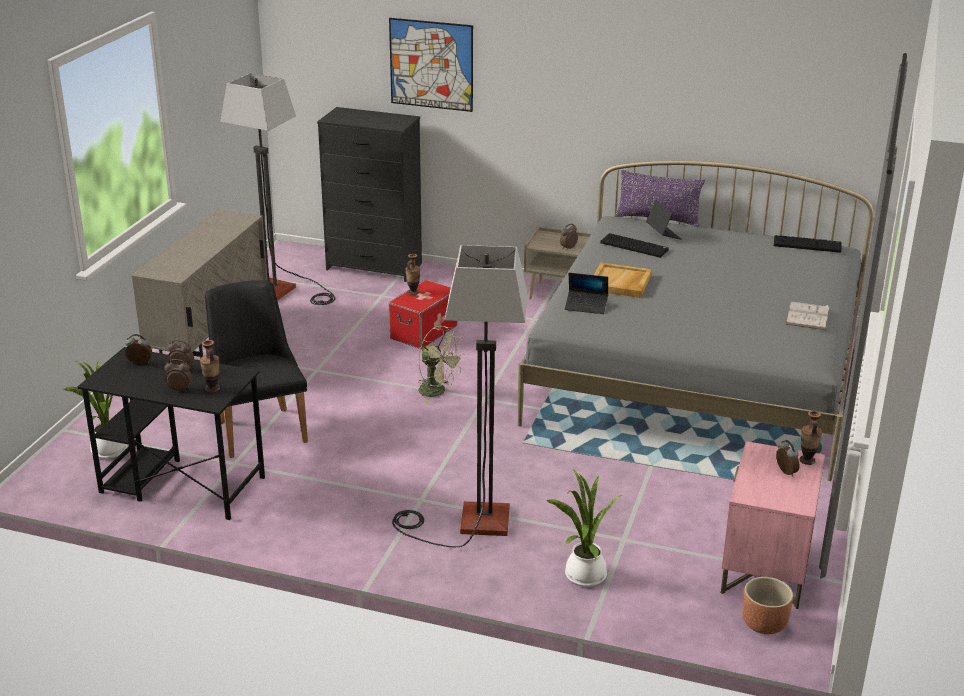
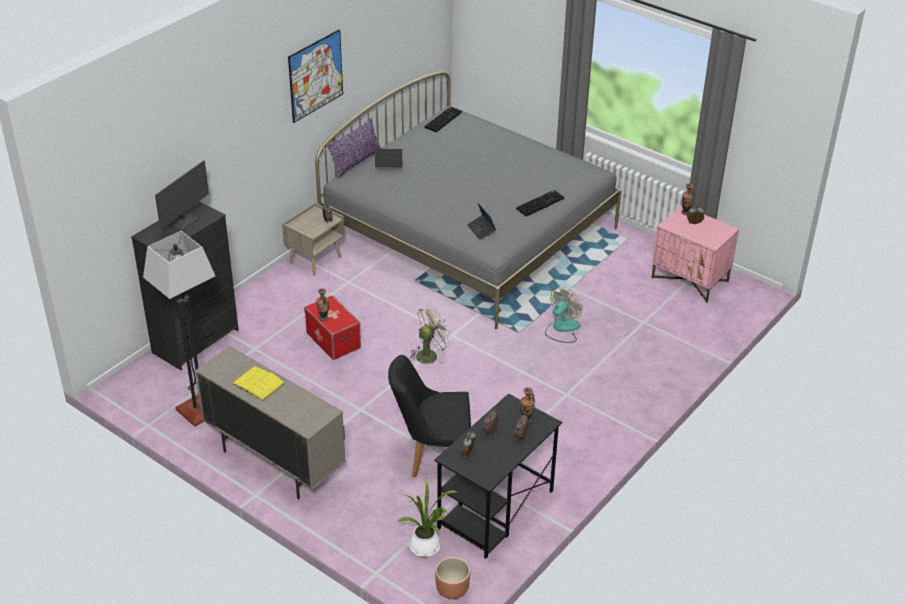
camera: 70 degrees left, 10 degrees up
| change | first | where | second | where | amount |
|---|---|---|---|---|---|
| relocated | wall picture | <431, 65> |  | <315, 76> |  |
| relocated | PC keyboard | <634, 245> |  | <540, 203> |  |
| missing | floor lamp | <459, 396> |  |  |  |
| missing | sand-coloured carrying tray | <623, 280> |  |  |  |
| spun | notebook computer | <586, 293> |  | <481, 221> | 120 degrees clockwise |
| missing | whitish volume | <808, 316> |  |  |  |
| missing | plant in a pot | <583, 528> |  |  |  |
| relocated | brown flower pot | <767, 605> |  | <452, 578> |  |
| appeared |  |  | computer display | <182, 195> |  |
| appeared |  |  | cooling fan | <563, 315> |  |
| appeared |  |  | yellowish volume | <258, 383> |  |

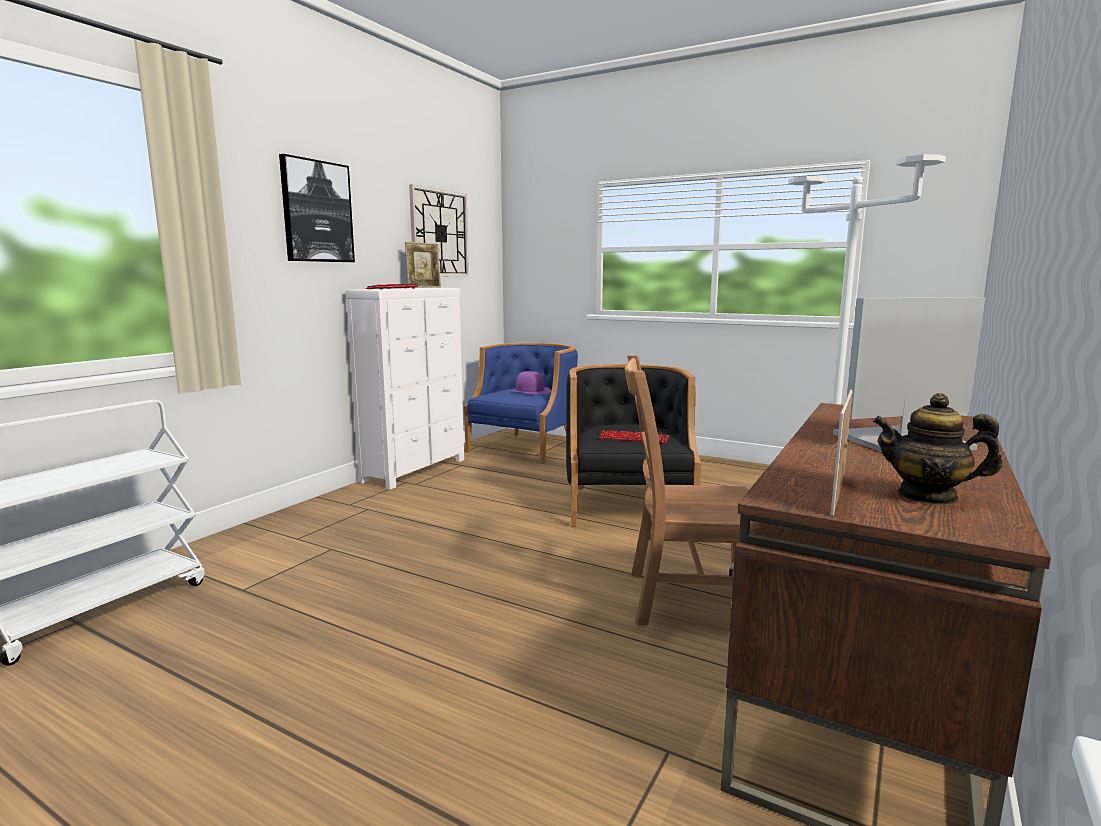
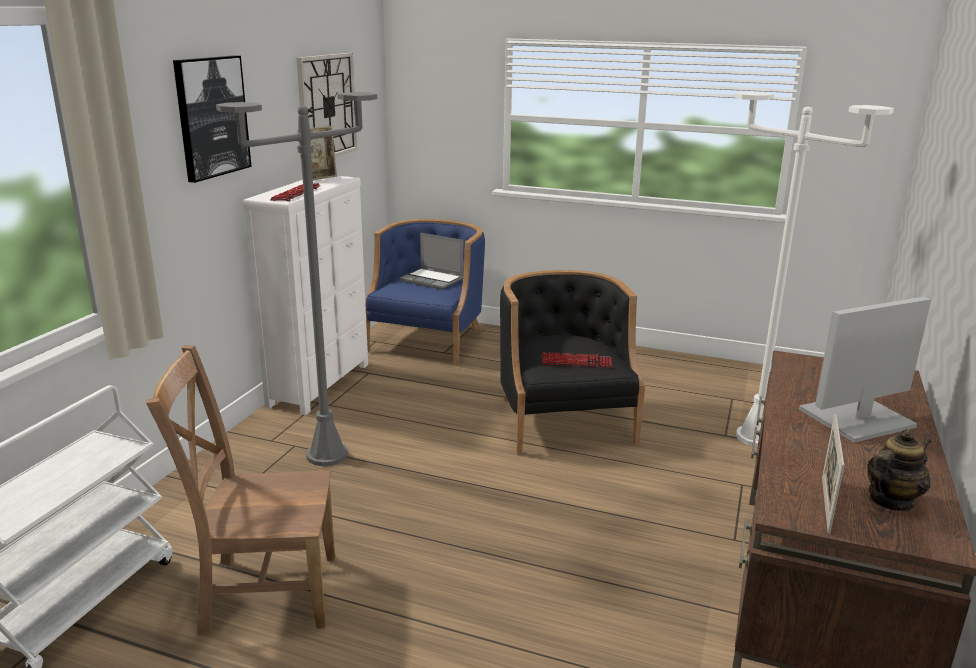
camera: 10 degrees left, 10 degrees up
| change | first | where | second | where | amount |
|---|---|---|---|---|---|
| relocated | brown chair | <688, 490> |  | <240, 490> |  |
| exchanged | purple wearable hat | <530, 382> | notebook computer | <431, 261> |  |
| spun | tea pot | <937, 449> |  | <899, 470> | 135 degrees clockwise |
| appeared |  |  | gray floor lamp | <296, 279> |  |

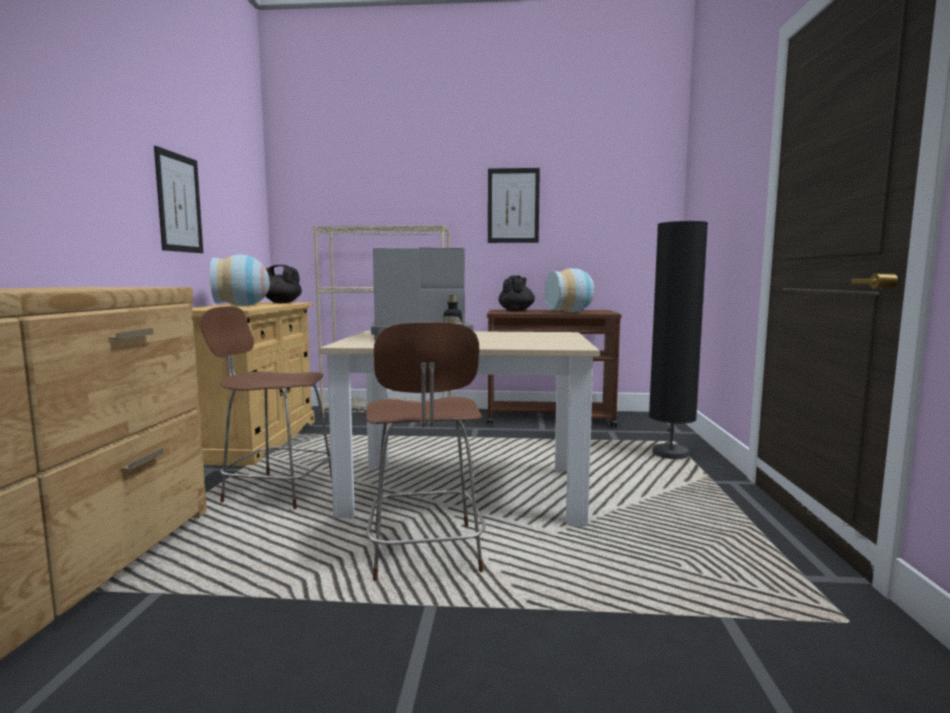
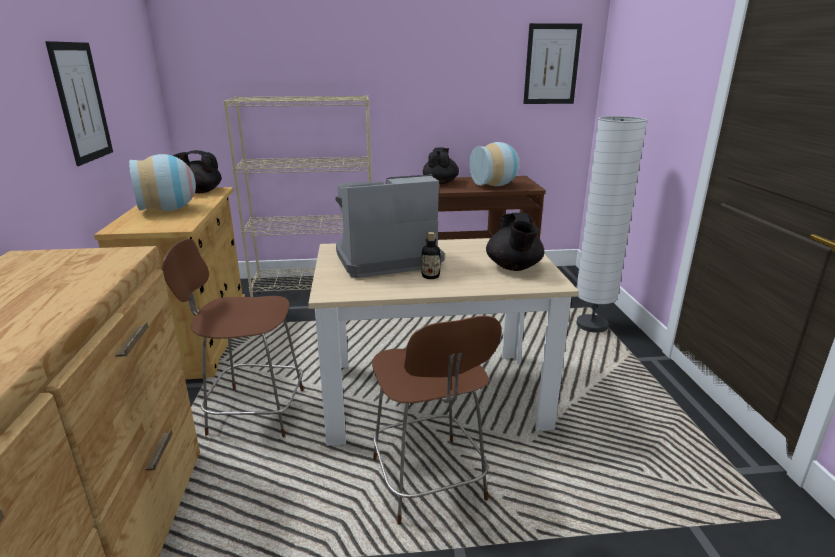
camera: 10 degrees left, 15 degrees up
| change | first | where | second | where | amount |
|---|---|---|---|---|---|
| relocated | wall picture | <514, 205> |  | <552, 63> |  |
| colour | black-coloured floor lamp | <678, 340> | whitish floor lamp | <611, 224> |  |
| appeared |  |  | black-coloured tea pot | <515, 242> |  |

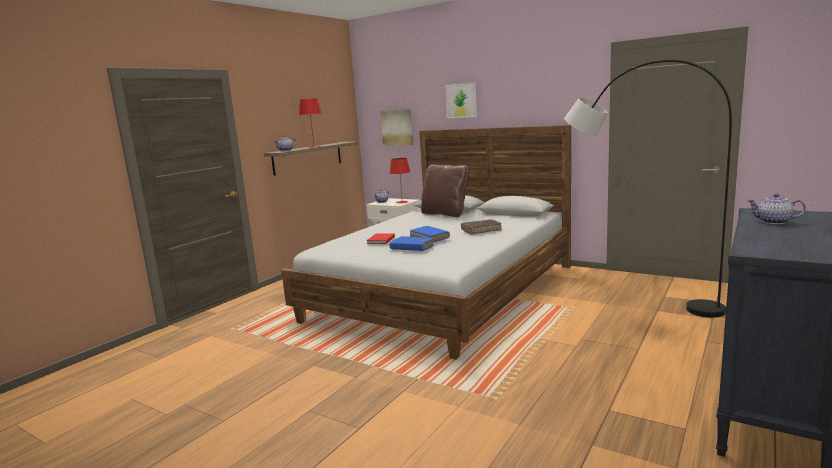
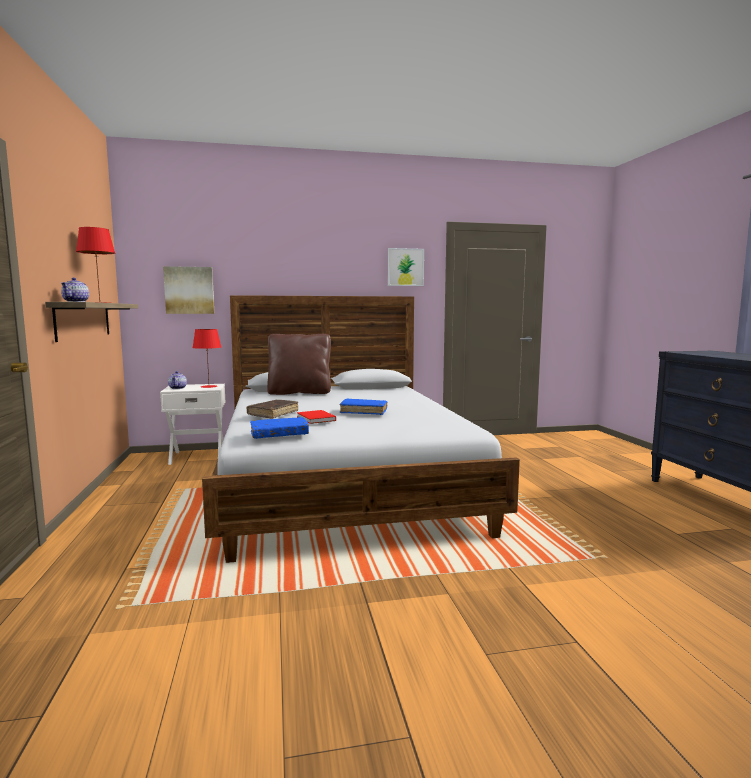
camera: 45 degrees left, 5 degrees down
| change | first | where | second | where | amount |
|---|---|---|---|---|---|
| missing | gray floor lamp | <648, 188> |  |  |  |
| relocated | wall picture | <461, 100> |  | <406, 267> |  |
| missing | tea pot | <776, 208> |  |  |  |
| relocated | brown volume | <481, 227> |  | <272, 409> |  |
| relocated | blue-coloured volume | <411, 243> |  | <279, 428> |  |

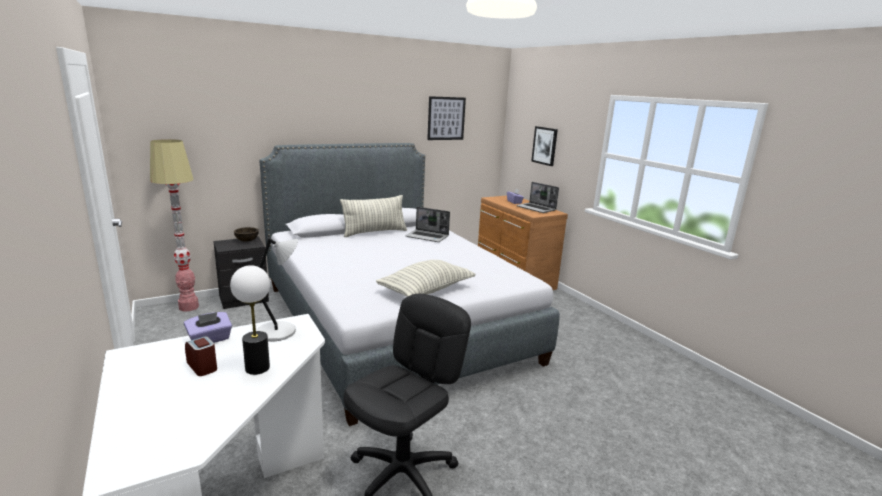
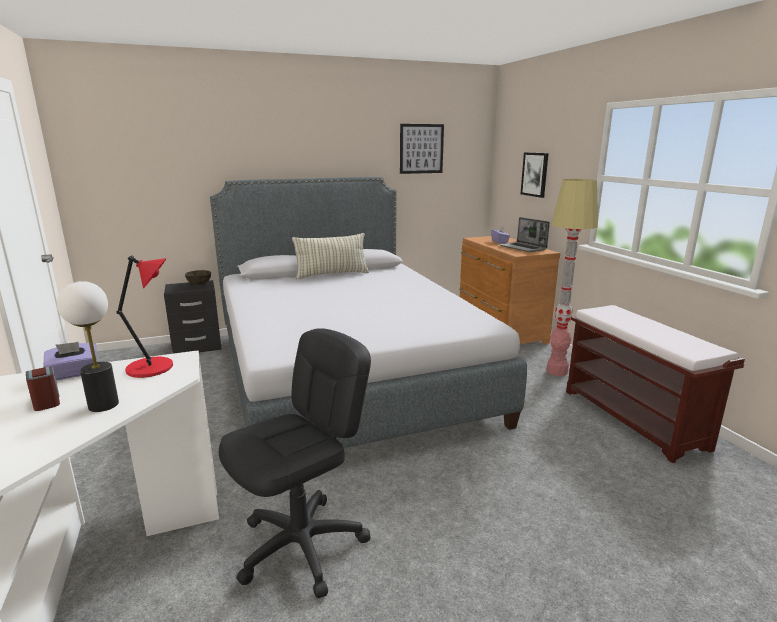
camera: 10 degrees right, 0 degrees up
| change | first | where | second | where | amount |
|---|---|---|---|---|---|
| relocated | floor lamp | <174, 225> |  | <572, 277> |  |
| missing | notebook computer | <427, 224> |  |  |  |
| colour | gray table lamp | <277, 289> | reddish table lamp | <144, 316> |  |
| missing | throw pillow | <425, 278> |  |  |  |
| appeared |  |  | brown long seat | <655, 384> |  |

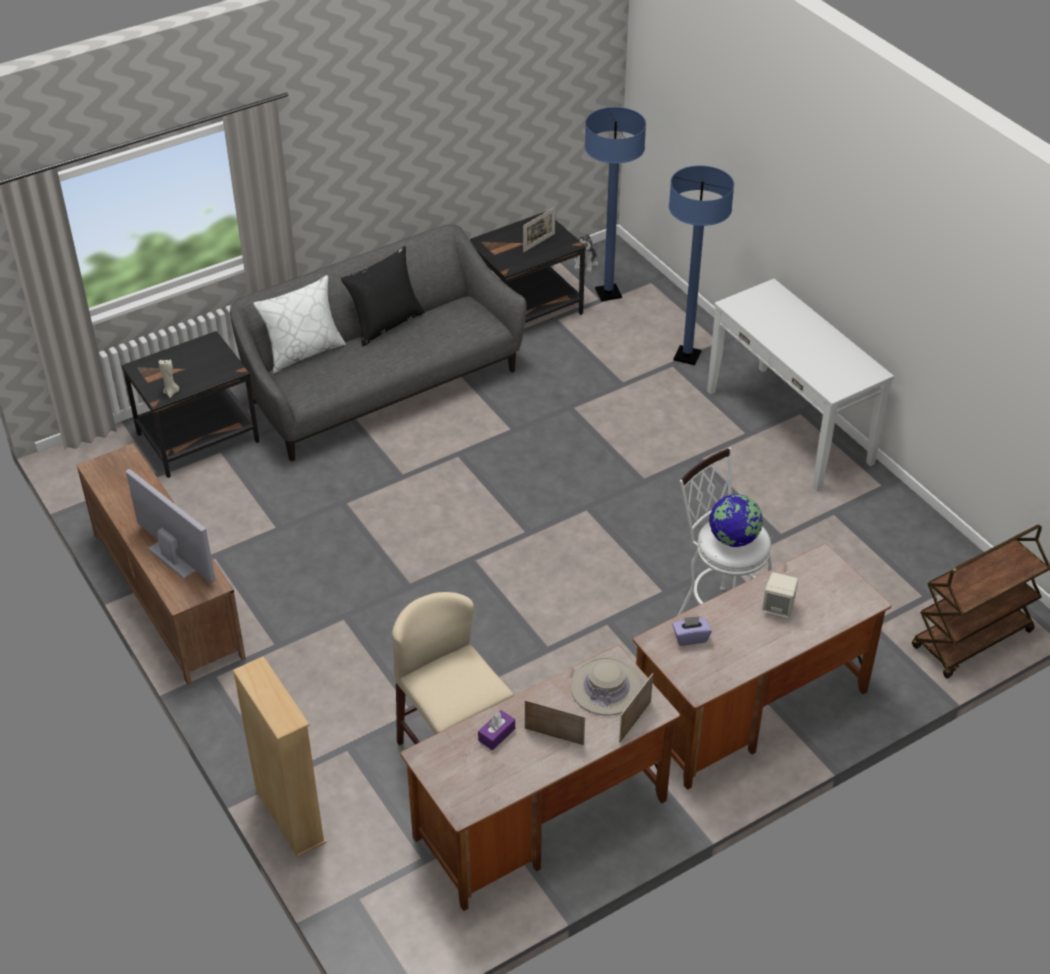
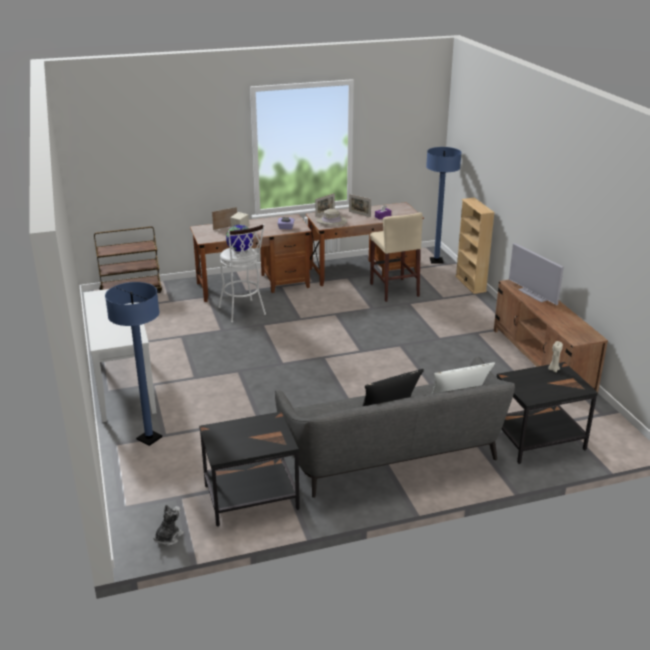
camera: 165 degrees left, 15 degrees down
| change | first | where | second | where | amount |
|---|---|---|---|---|---|
| relocated | blue-coloured floor lamp | <615, 204> |  | <444, 205> |  |
| relocated | photo frame | <539, 229> |  | <224, 218> |  |

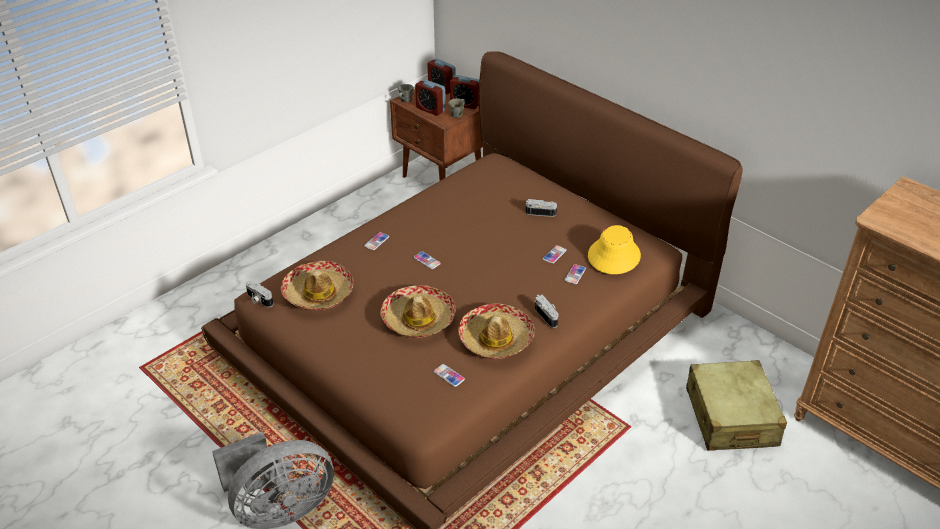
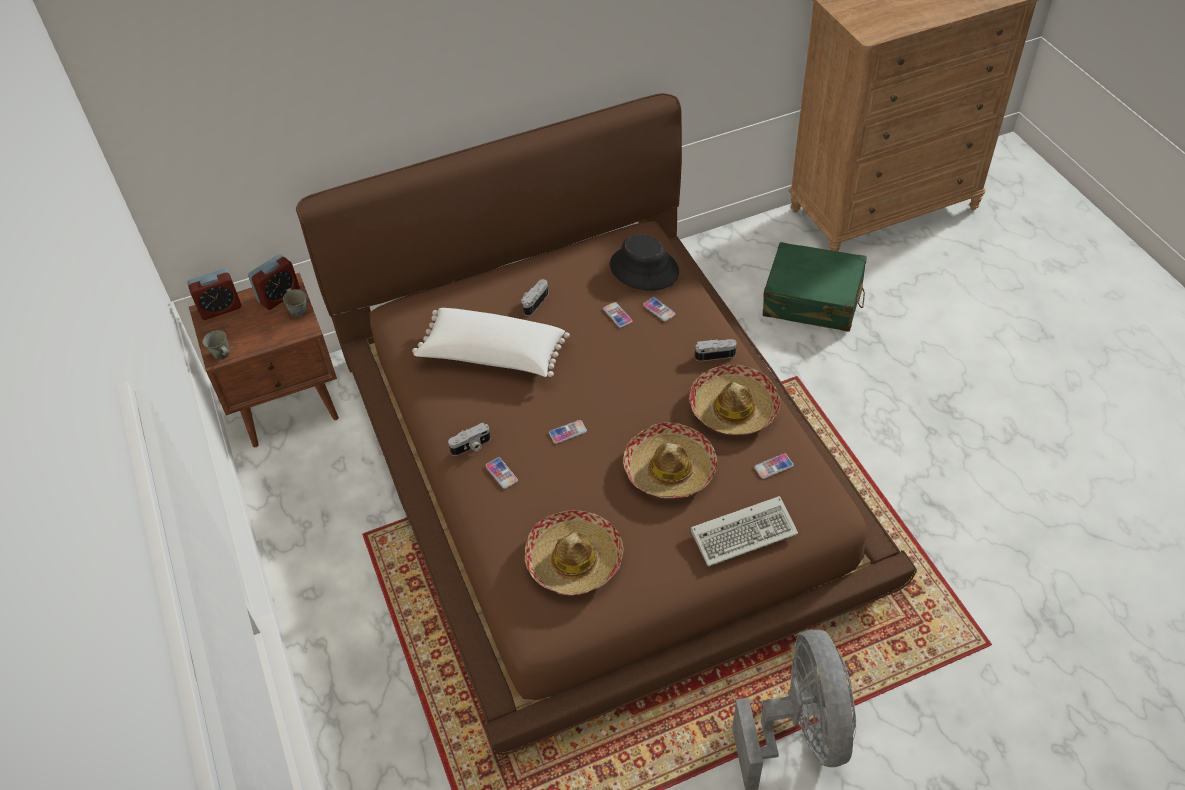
camera: 65 degrees left, 10 degrees up
| change | first | where | second | where | amount |
|---|---|---|---|---|---|
| missing | table clock | <430, 97> |  |  |  |
| colour | yellowish wearable hat | <614, 249> | black-coloured wearable hat | <644, 262> |  |
| relocated | still camera | <259, 293> |  | <469, 439> |  |
| colour | sand-coloured suitcase | <736, 405> | green suitcase | <815, 287> |  |
| appeared |  |  | whitish throw pillow | <491, 342> |  |
| appeared |  |  | PC keyboard | <744, 531> |  |

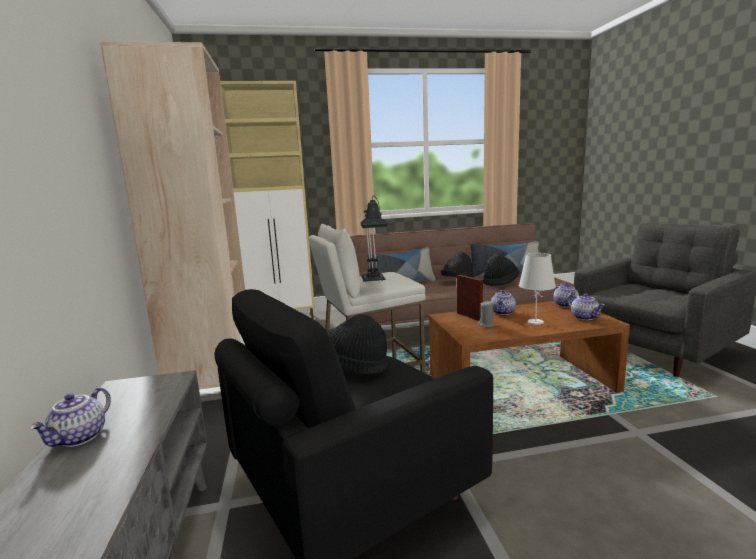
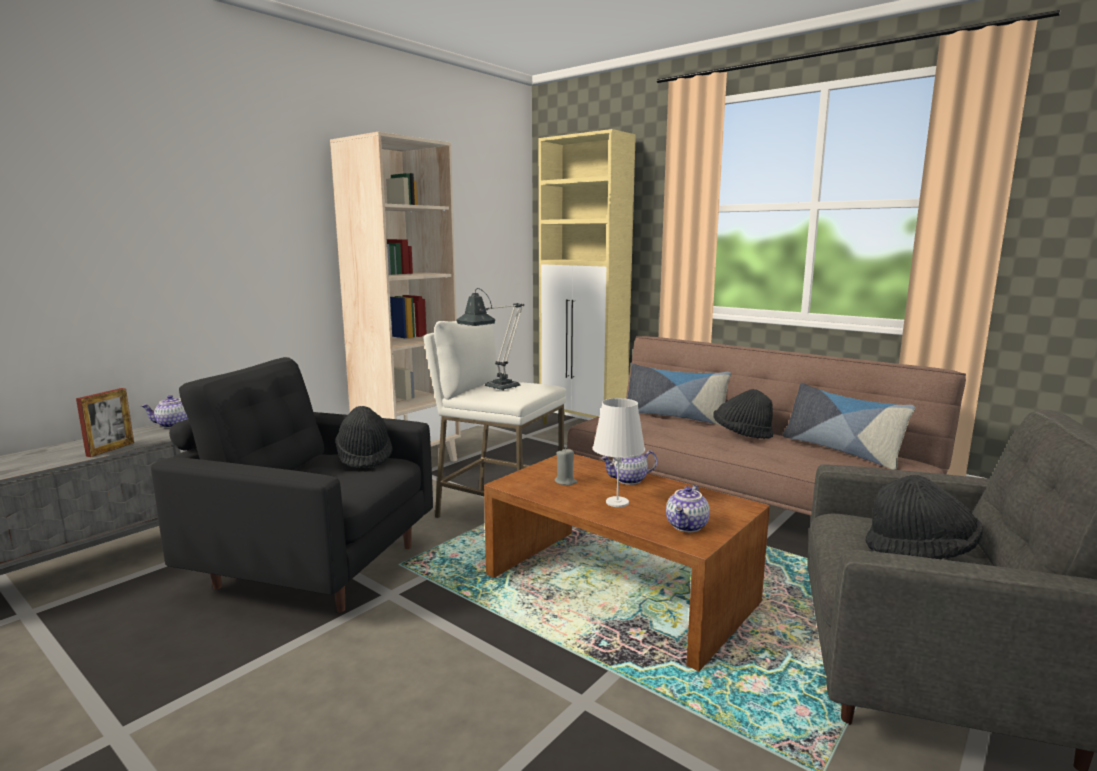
camera: 50 degrees right, 0 degrees up
| change | first | where | second | where | amount |
|---|---|---|---|---|---|
| relocated | black-coloured wearable hat | <501, 269> |  | <924, 517> |  |
| relocated | photo frame | <470, 298> |  | <105, 422> |  |
| missing | tea pot | <566, 295> |  |  |  |

